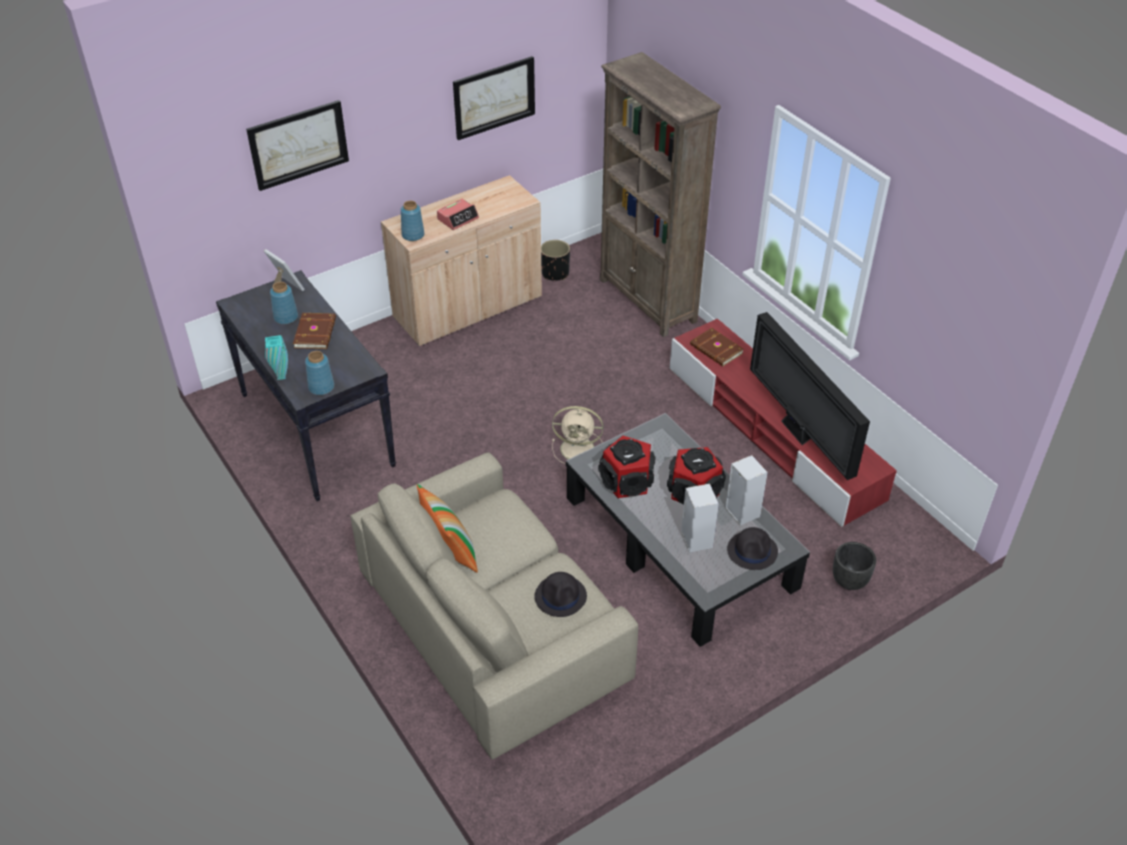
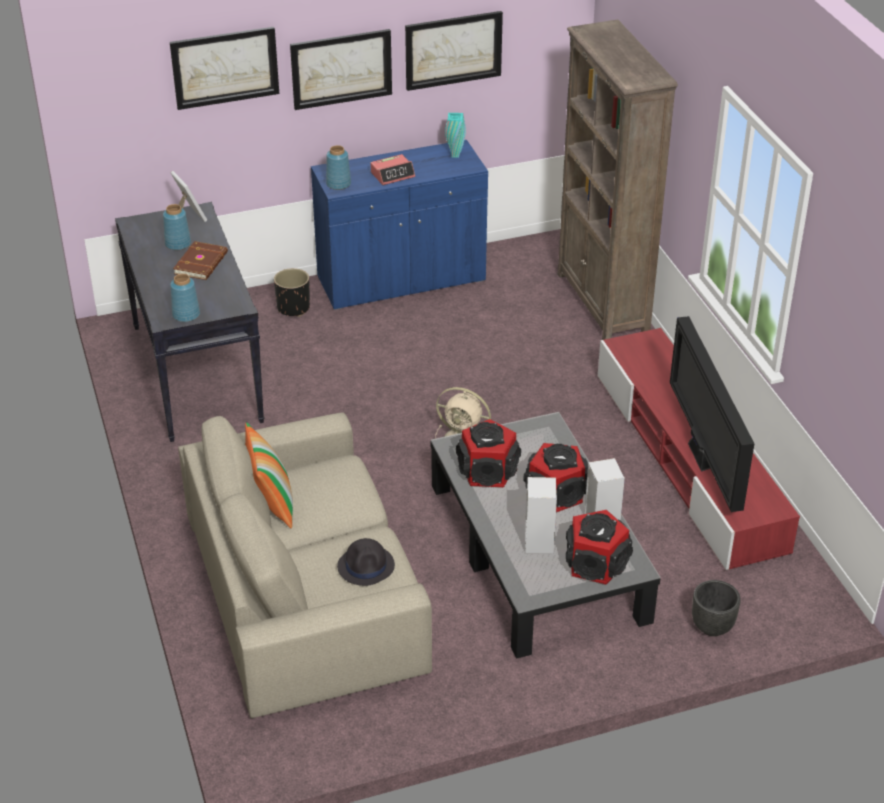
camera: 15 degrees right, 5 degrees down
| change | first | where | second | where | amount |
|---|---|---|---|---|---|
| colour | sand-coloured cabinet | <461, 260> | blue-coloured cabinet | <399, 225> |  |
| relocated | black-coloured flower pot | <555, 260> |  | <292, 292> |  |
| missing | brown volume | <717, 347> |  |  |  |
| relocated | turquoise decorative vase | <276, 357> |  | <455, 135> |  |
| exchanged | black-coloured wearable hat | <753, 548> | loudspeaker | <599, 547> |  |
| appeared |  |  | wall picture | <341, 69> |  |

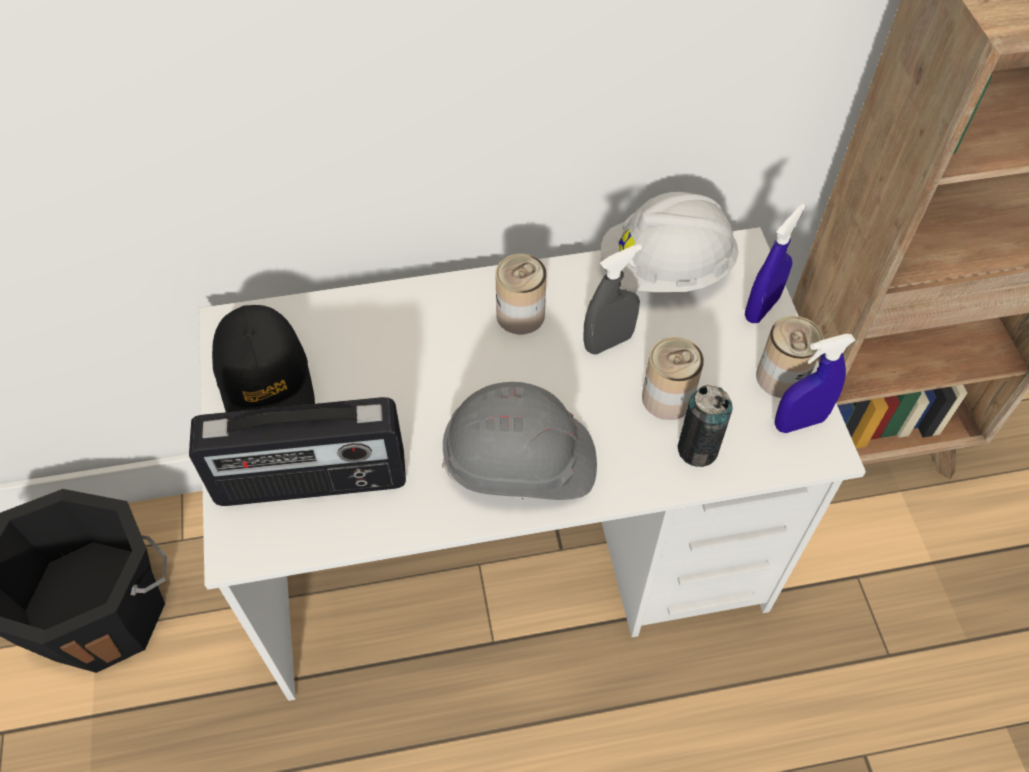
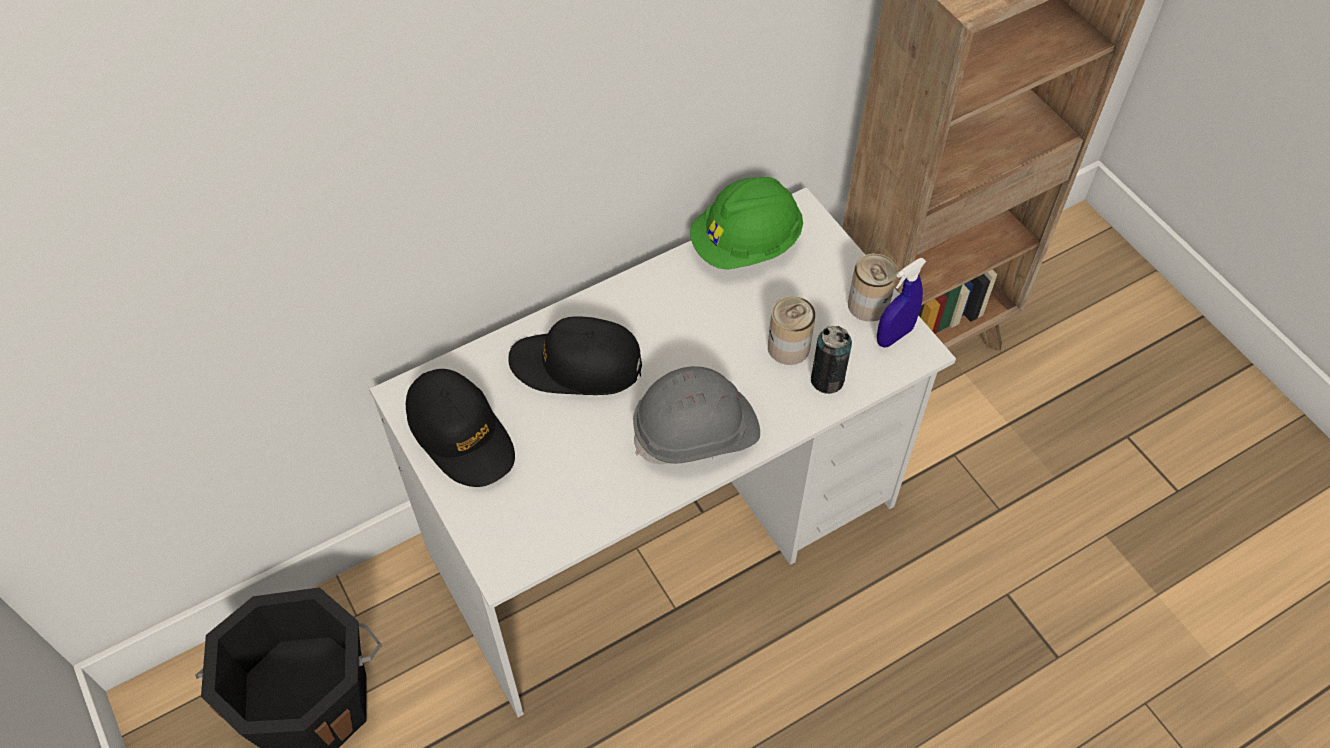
camera: 20 degrees left, 0 degrees up
| change | first | where | second | where | amount |
|---|---|---|---|---|---|
| colour | whitish work helmet | <670, 242> | green work helmet | <746, 223> |  |
| missing | blue-coloured sprayer | <775, 263> |  |  |  |
| missing | gray sprayer | <612, 299> |  |  |  |
| missing | metal can | <521, 294> |  |  |  |
| missing | radio receiver | <297, 451> |  |  |  |
| appeared |  |  | black-coloured cap | <575, 355> |  |

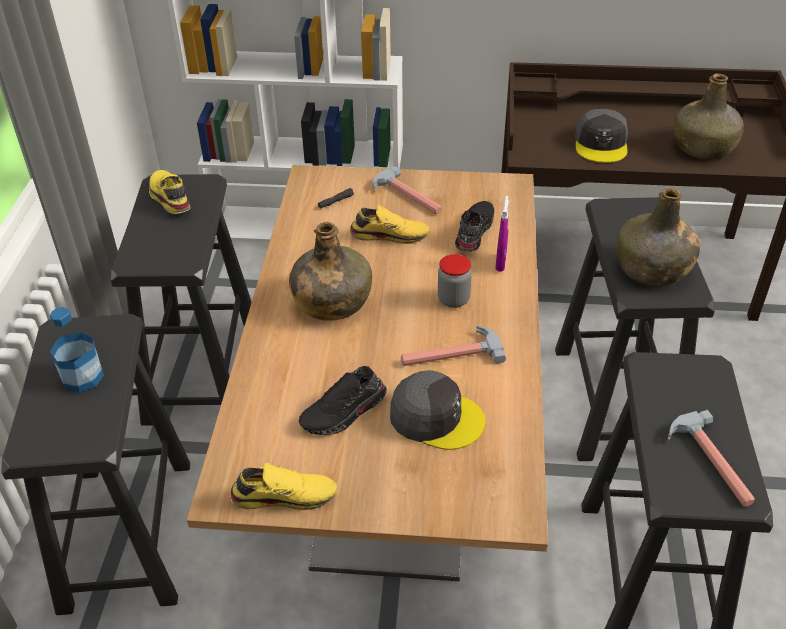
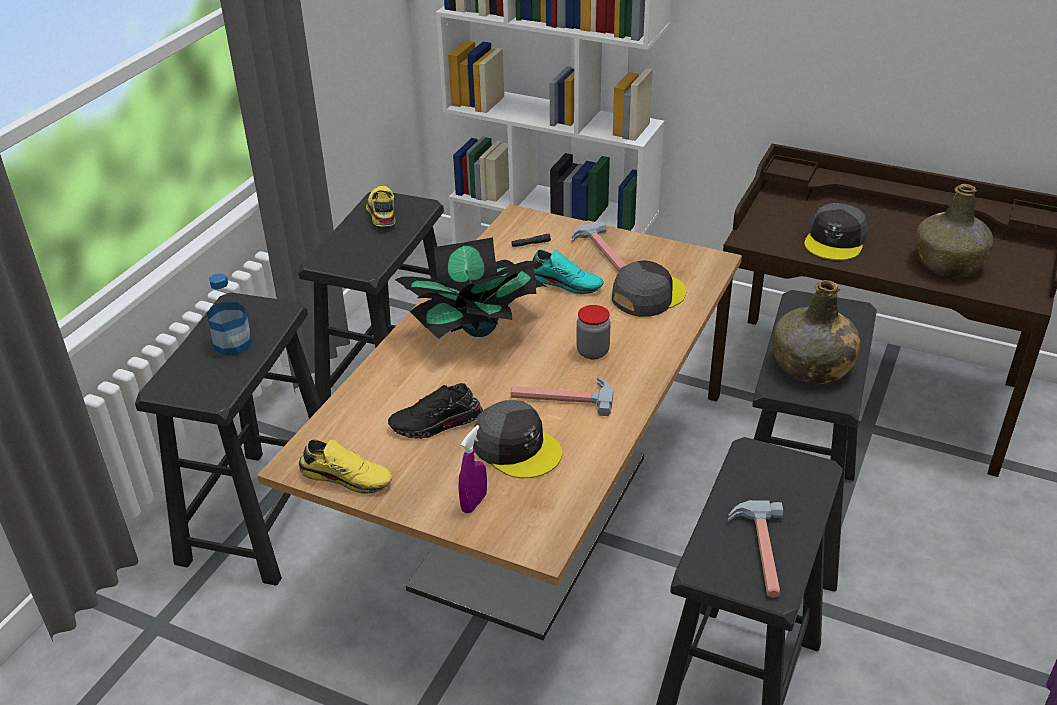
camera: 20 degrees right, 5 degrees down
| change | first | where | second | where | amount |
|---|---|---|---|---|---|
| relocated | purple sprayer | <502, 234> |  | <472, 469> |  |
| exchanged | black-coloured item of footwear | <474, 226> | gray cap | <649, 288> |  |
| colour | yellowish item of footwear | <389, 224> | turquoise item of footwear | <568, 272> |  |
| exchanged | green bottle | <330, 271> | plant in a pot | <471, 288> |  |

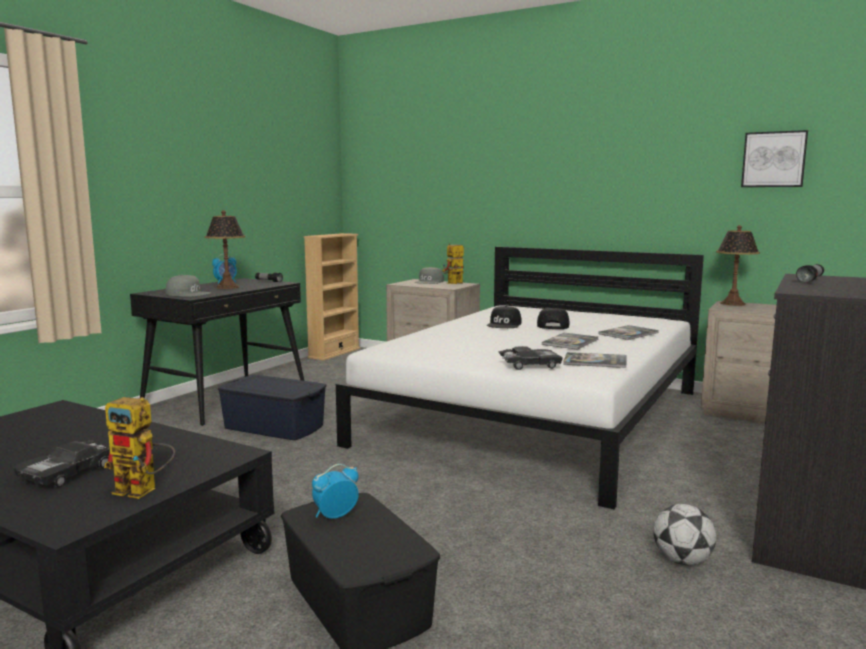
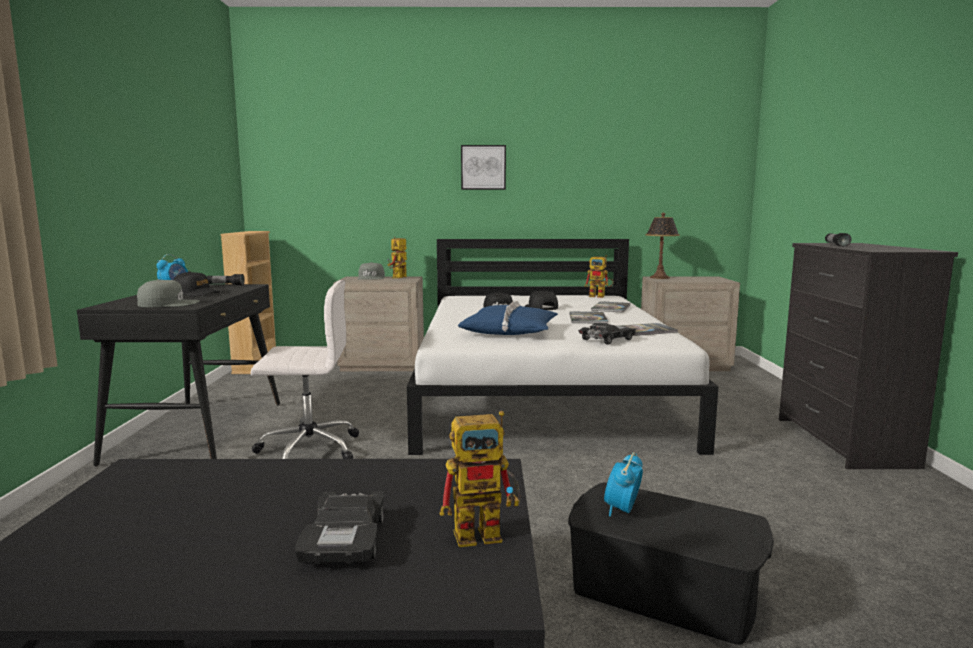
camera: 30 degrees left, 0 degrees up
| change | first | where | second | where | amount |
|---|---|---|---|---|---|
| relocated | wall picture | <774, 158> |  | <483, 167> |  |
| exchanged | table lamp | <224, 249> | black-coloured cap | <196, 283> |  |
| exchanged | blue-coloured storage bin | <272, 407> | whitish computer chair | <305, 369> |  |
| missing | football | <684, 534> |  |  |  |
| appeared |  |  | robot figure | <599, 276> |  |
| appeared |  |  | blue-coloured throw pillow | <508, 317> |  |

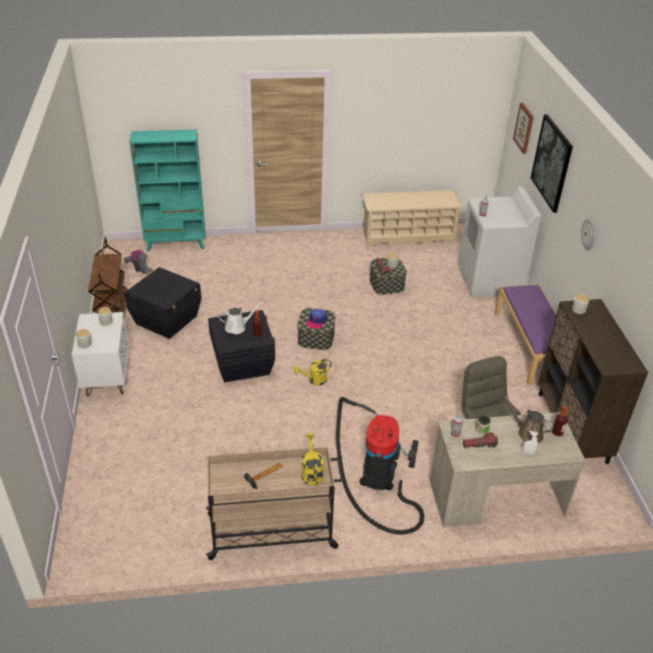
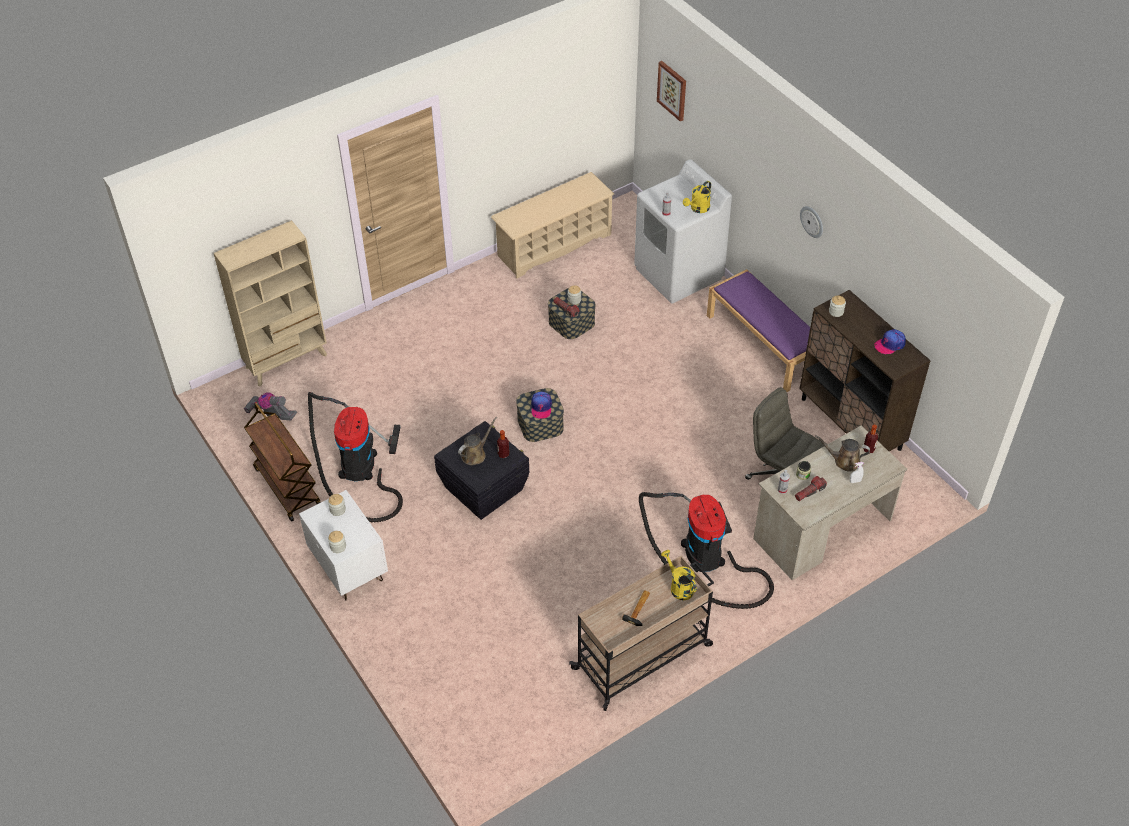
camera: 25 degrees left, 10 degrees up
| change | first | where | second | where | amount |
|---|---|---|---|---|---|
| missing | wall picture | <552, 163> |  |  |  |
| colour | turquoise bookcase | <167, 191> | sand-coloured bookcase | <270, 303> |  |
| exchanged | black-coloured storage bin | <162, 303> | vacuum cleaner | <355, 457> |  |
| colour | whitish watering pot | <241, 318> | brown watering pot | <477, 441> |  |
| relocated | yellowish watering pot | <312, 372> |  | <697, 197> |  |
| appeared |  |  | cap | <890, 342> |  |

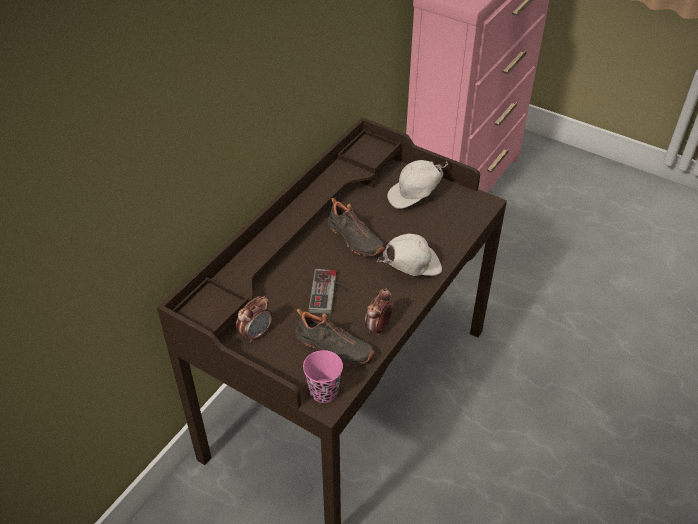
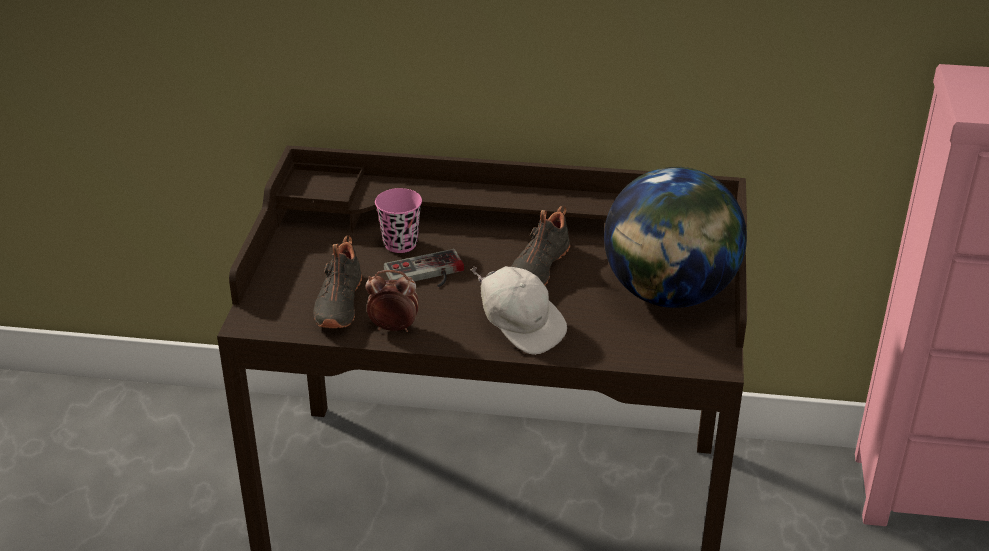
camera: 65 degrees right, 10 degrees down
| change | first | where | second | where | amount |
|---|---|---|---|---|---|
| exchanged | whitish cap | <417, 184> | desk globe | <675, 237> |  |
| missing | table clock | <254, 319> |  |  |  |
| relocated | pink-coloured small cup | <323, 376> |  | <398, 220> |  |

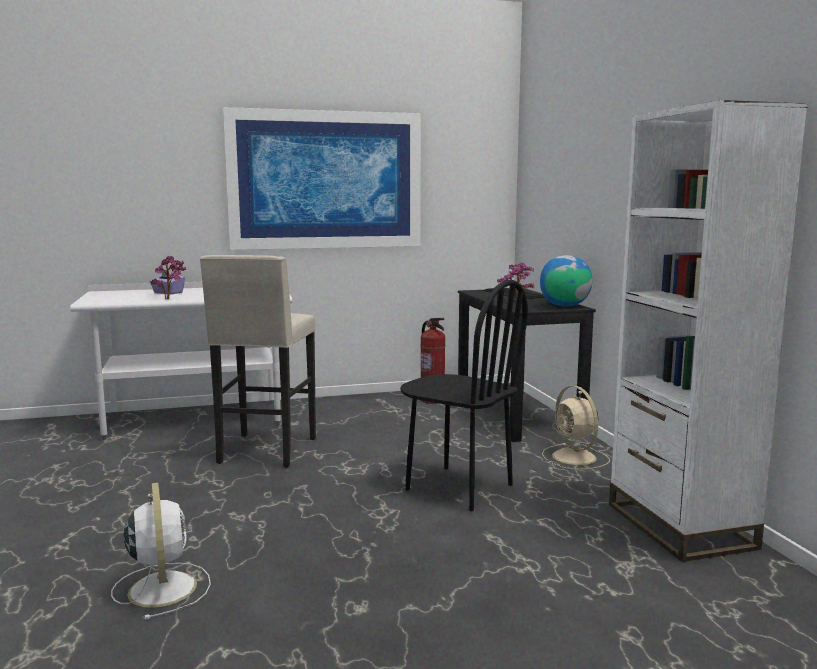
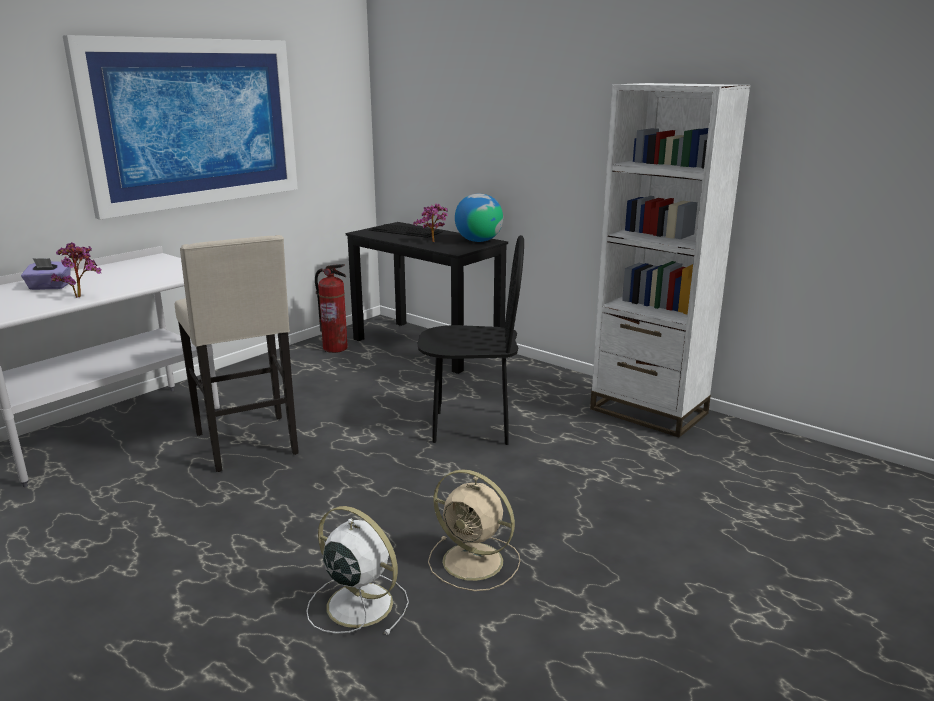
camera: 35 degrees left, 10 degrees up
| change | first | where | second | where | amount |
|---|---|---|---|---|---|
| relocated | sand-coloured cooling fan | <576, 428> |  | <474, 530> |  |

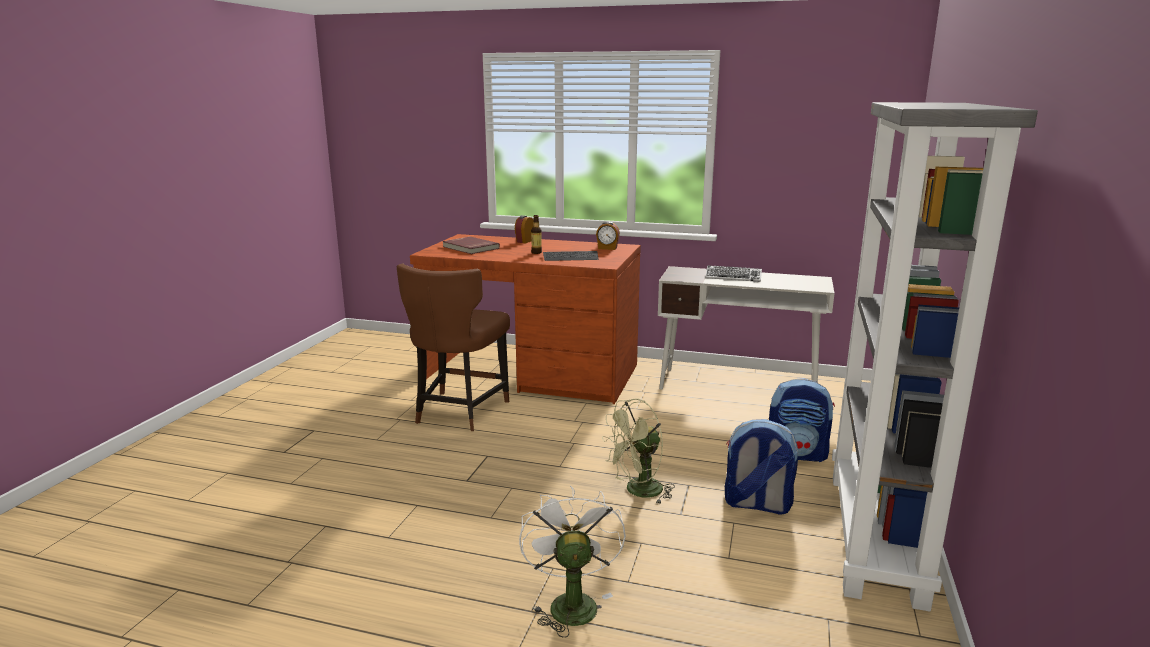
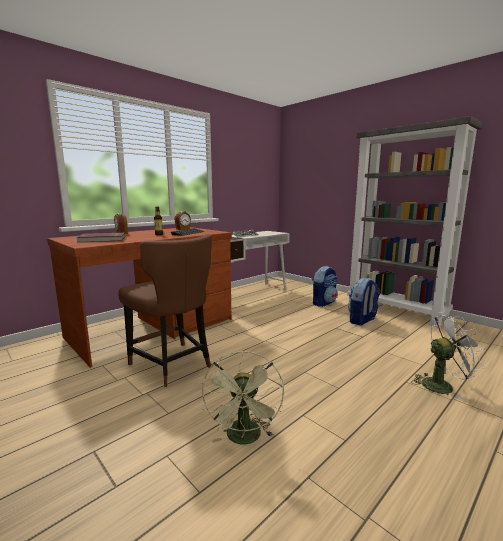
camera: 60 degrees left, 5 degrees down
| change | first | where | second | where | amount |
|---|---|---|---|---|---|
| relocated | green cooling fan | <638, 451> |  | <243, 397> |  |
| spun | whitish cooling fan | <572, 561> |  | <448, 357> | 150 degrees clockwise |

